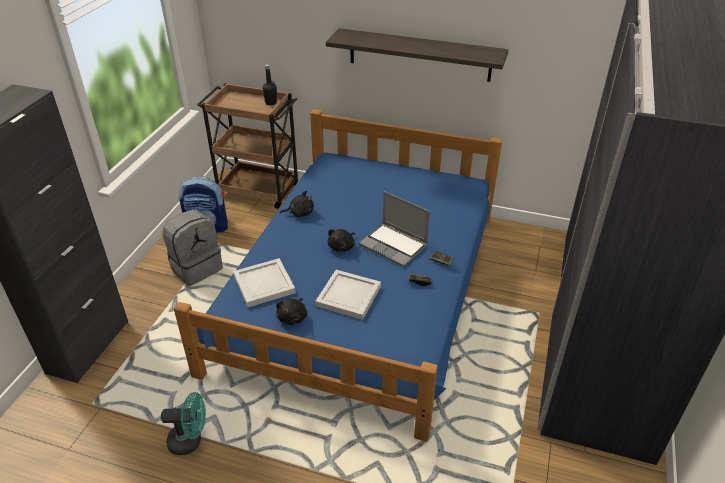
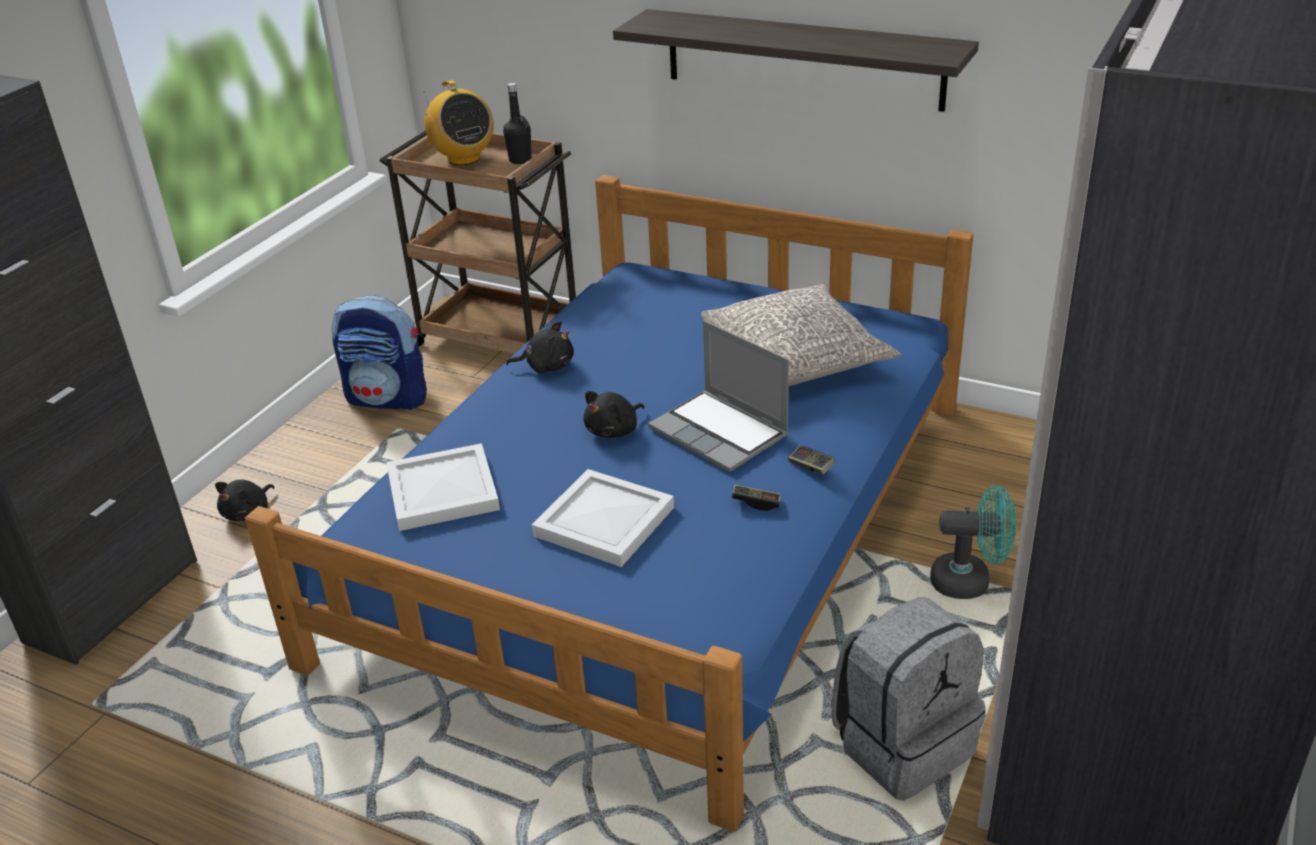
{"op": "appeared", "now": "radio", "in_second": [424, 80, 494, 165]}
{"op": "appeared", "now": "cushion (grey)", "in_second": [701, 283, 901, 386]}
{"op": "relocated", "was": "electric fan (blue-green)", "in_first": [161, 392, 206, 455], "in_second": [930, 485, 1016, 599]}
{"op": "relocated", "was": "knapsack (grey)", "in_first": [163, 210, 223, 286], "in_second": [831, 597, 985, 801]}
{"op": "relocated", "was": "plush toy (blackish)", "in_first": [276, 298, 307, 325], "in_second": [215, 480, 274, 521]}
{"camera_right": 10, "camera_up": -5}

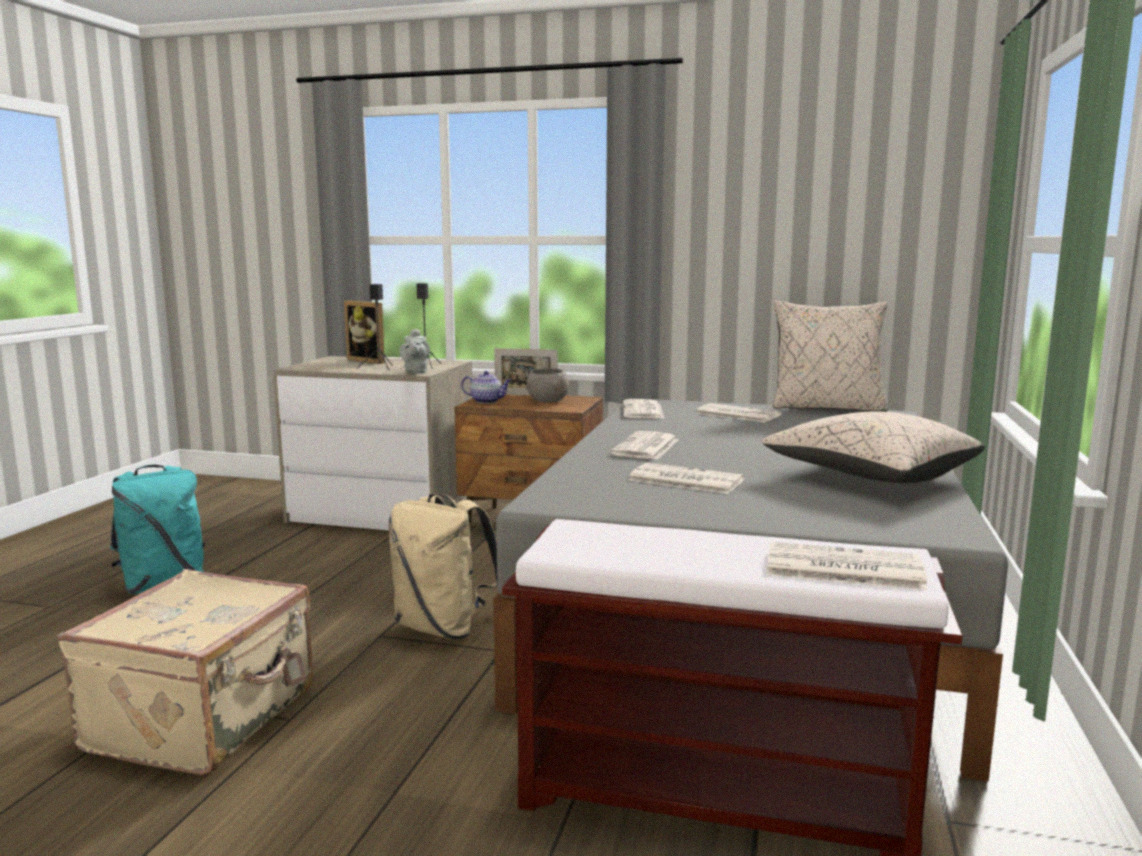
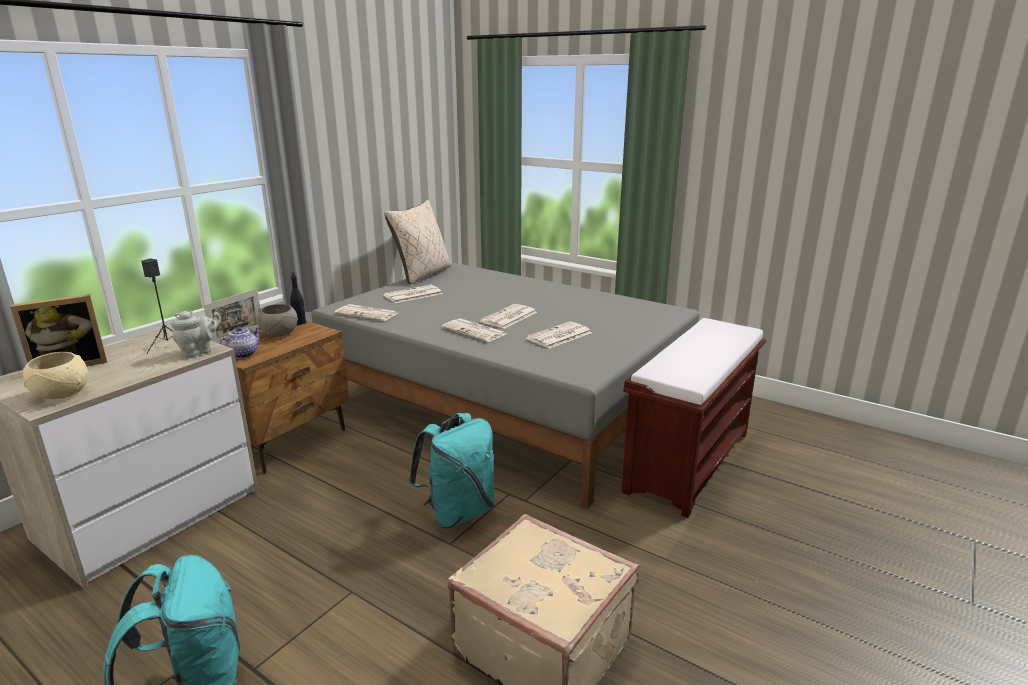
{"op": "missing", "was": "loudspeaker (blackish)", "in_first": [356, 284, 393, 371]}
{"op": "missing", "was": "cushion (sand-coloured)", "in_first": [762, 411, 985, 483]}
{"op": "appeared", "now": "deep dish (sand-coloured)", "in_second": [23, 352, 88, 399]}
{"op": "appeared", "now": "drink bottle (blackish)", "in_second": [290, 271, 306, 325]}
{"op": "relocated", "was": "daily paper", "in_first": [767, 542, 927, 590], "in_second": [480, 304, 537, 329]}
{"op": "colour", "was": "knapsack (sand-coloured)", "now": "knapsack (blue-green)", "in_first": [388, 493, 497, 639], "in_second": [408, 413, 495, 529]}
{"op": "spun", "was": "teapot (grey)", "in_first": [399, 329, 430, 374], "in_second": [171, 311, 221, 358], "clockwise": -60}
{"camera_right": -70, "camera_up": 10}

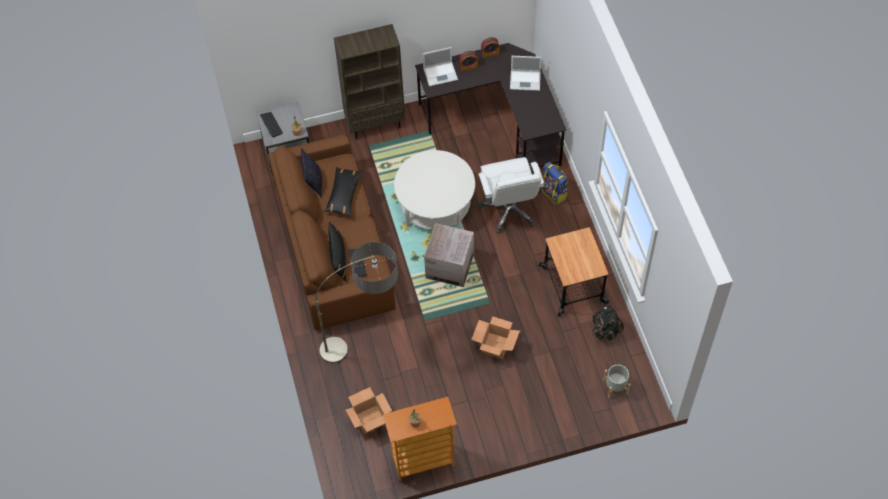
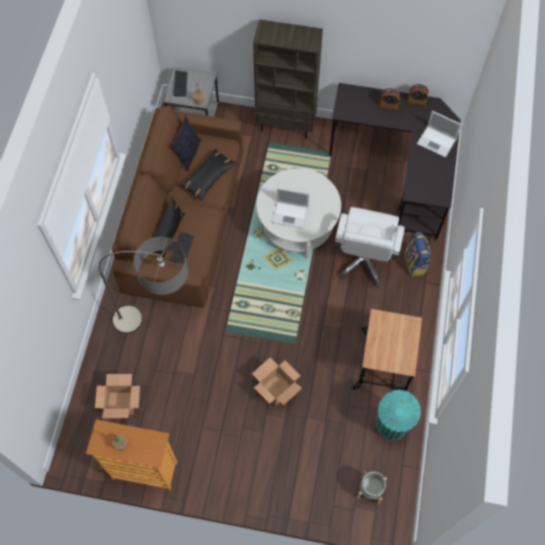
{"op": "missing", "was": "carton", "in_first": [424, 223, 474, 287]}
{"op": "relocated", "was": "laptop", "in_first": [422, 47, 458, 86], "in_second": [272, 188, 309, 229]}
{"op": "exchanged", "was": "knapsack (blackish)", "now": "waste bin (blue-green)", "in_first": [593, 306, 624, 340], "in_second": [376, 390, 421, 440]}
{"camera_right": 25, "camera_up": 5}

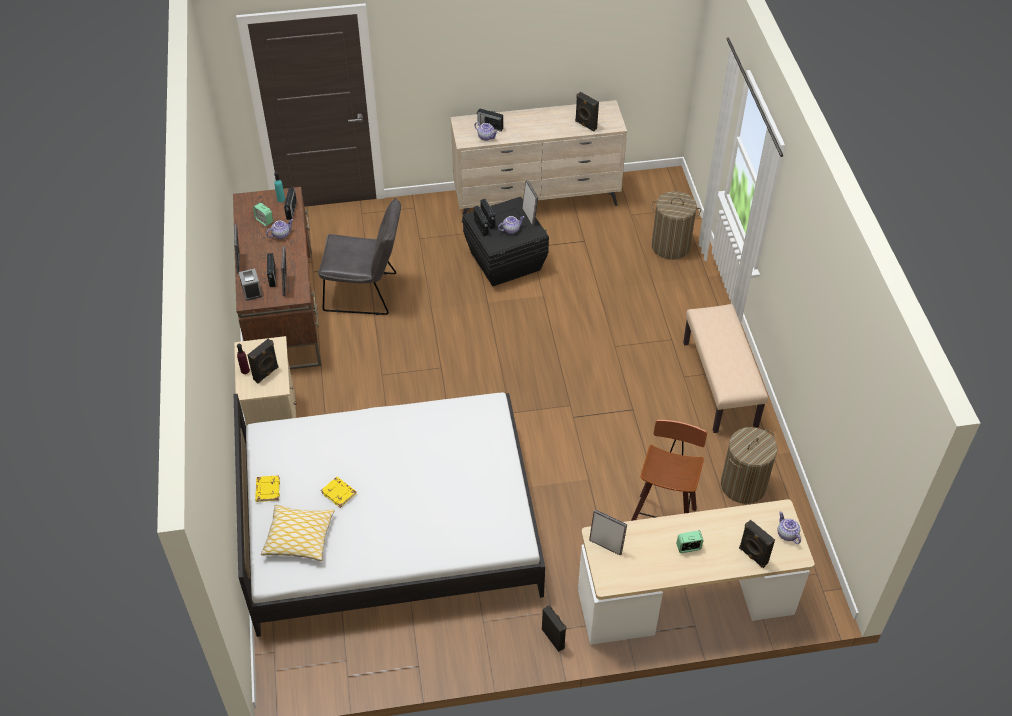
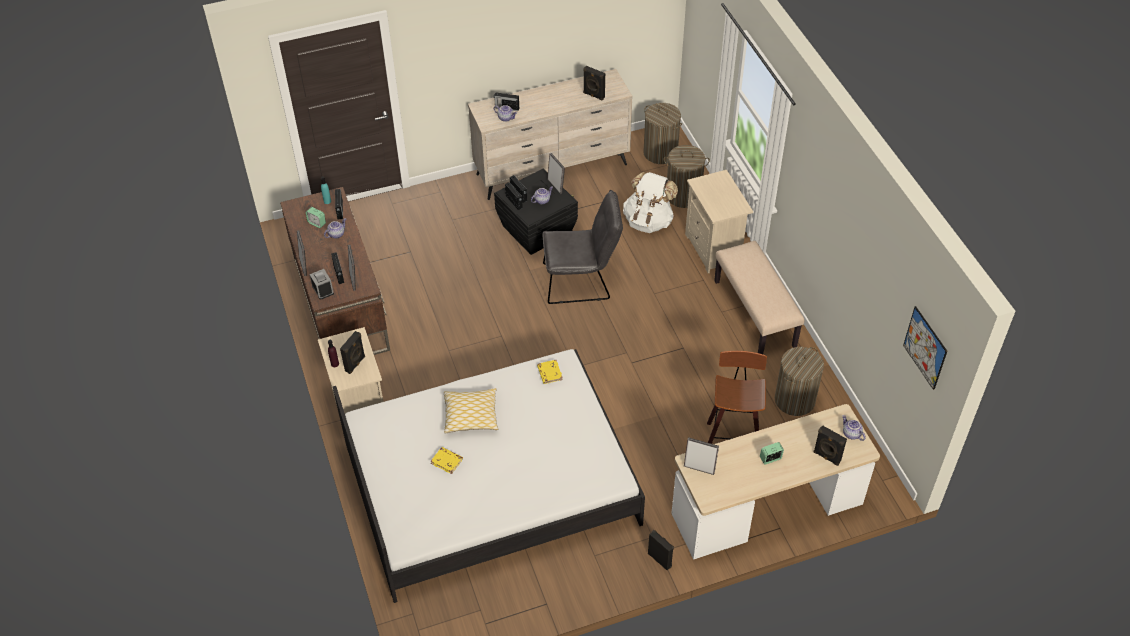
{"op": "appeared", "now": "knapsack (white)", "in_second": [623, 172, 678, 233]}
{"op": "appeared", "now": "hamper", "in_second": [643, 103, 682, 164]}
{"op": "appeared", "now": "bedside table (sand-coloured)", "in_second": [685, 170, 753, 273]}
{"op": "appeared", "now": "wall art", "in_second": [903, 306, 947, 390]}
{"op": "relocated", "was": "volume (yellowish)", "in_first": [255, 475, 280, 502], "in_second": [537, 360, 563, 384]}
{"op": "relocated", "was": "cushion", "in_first": [261, 505, 335, 561], "in_second": [444, 388, 498, 433]}
{"op": "relocated", "was": "upright chair (grey)", "in_first": [318, 198, 401, 315], "in_second": [542, 190, 623, 304]}
{"camera_right": -10, "camera_up": 0}

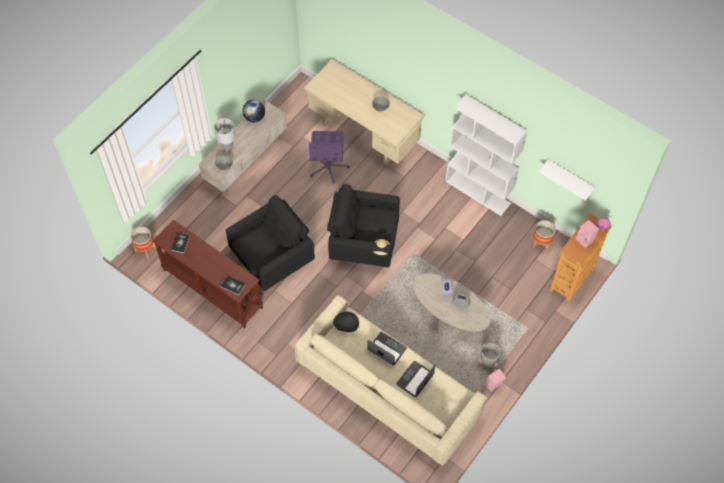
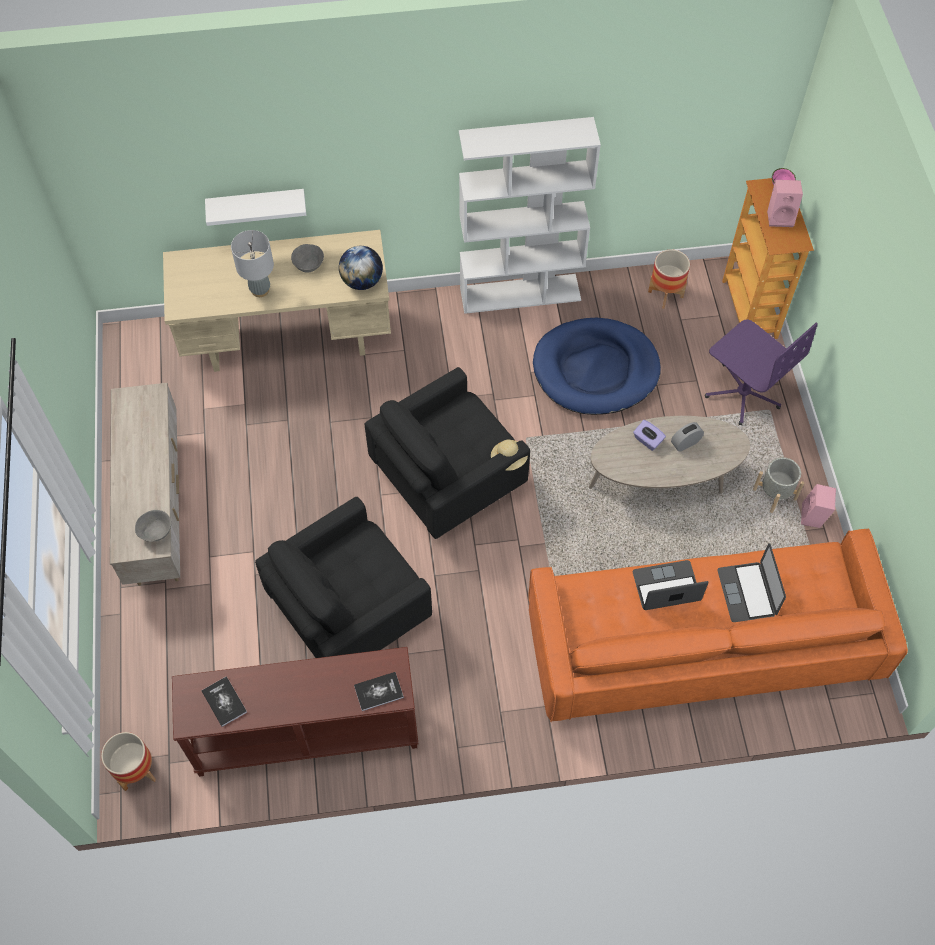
{"op": "missing", "was": "hat (blackish)", "in_first": [333, 312, 359, 332]}
{"op": "appeared", "now": "dog cushion (bluish)", "in_second": [533, 318, 661, 415]}
{"op": "relocated", "was": "table lamp (grey)", "in_first": [214, 118, 236, 152], "in_second": [231, 230, 274, 297]}
{"op": "relocated", "was": "globe", "in_first": [242, 100, 265, 123], "in_second": [339, 246, 383, 290]}
{"op": "relocated", "was": "office chair (purplish)", "in_first": [309, 131, 349, 184], "in_second": [705, 319, 818, 425]}
{"op": "relocated", "was": "bracket shelf (white)", "in_first": [539, 159, 596, 201], "in_second": [205, 189, 306, 226]}
{"op": "colour", "was": "couch (sand-coloured)", "now": "couch (orange)", "in_first": [295, 295, 487, 466], "in_second": [528, 528, 908, 722]}
{"op": "spun", "was": "lounge chair (blackish)", "in_first": [226, 195, 315, 291], "in_second": [255, 497, 432, 658], "clockwise": -135}
{"camera_right": -45, "camera_up": 0}

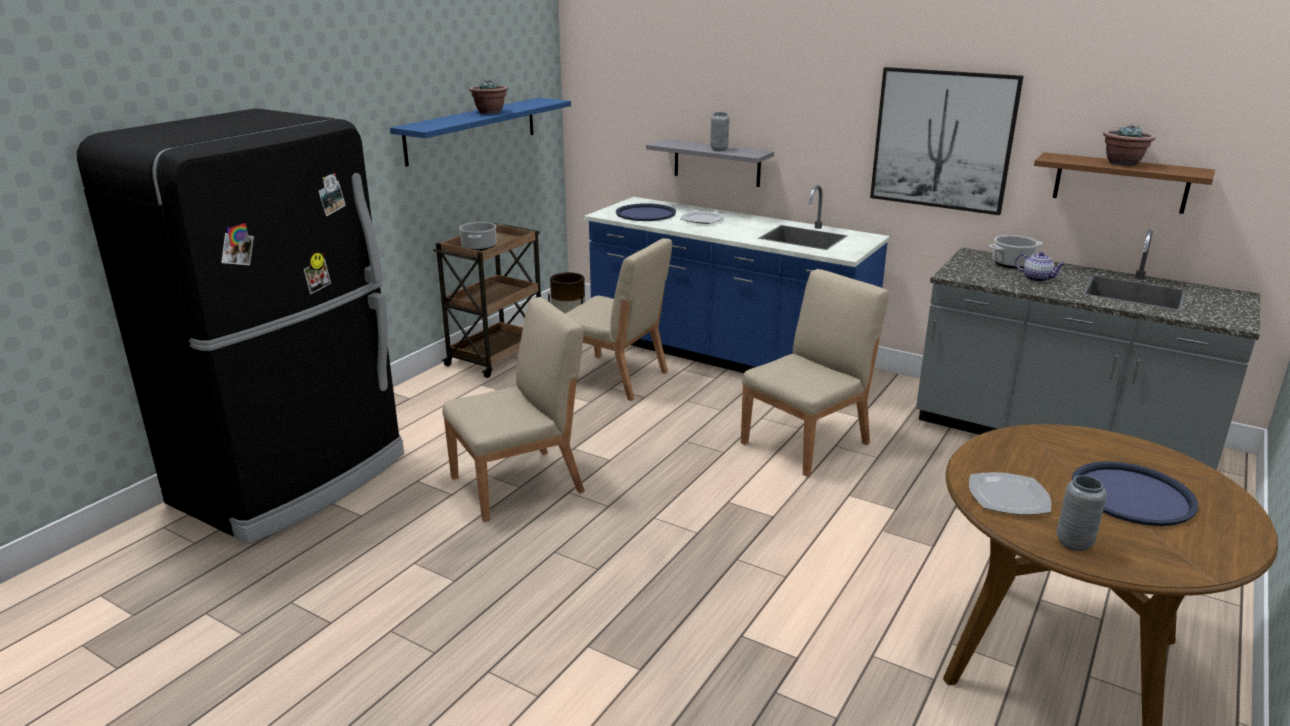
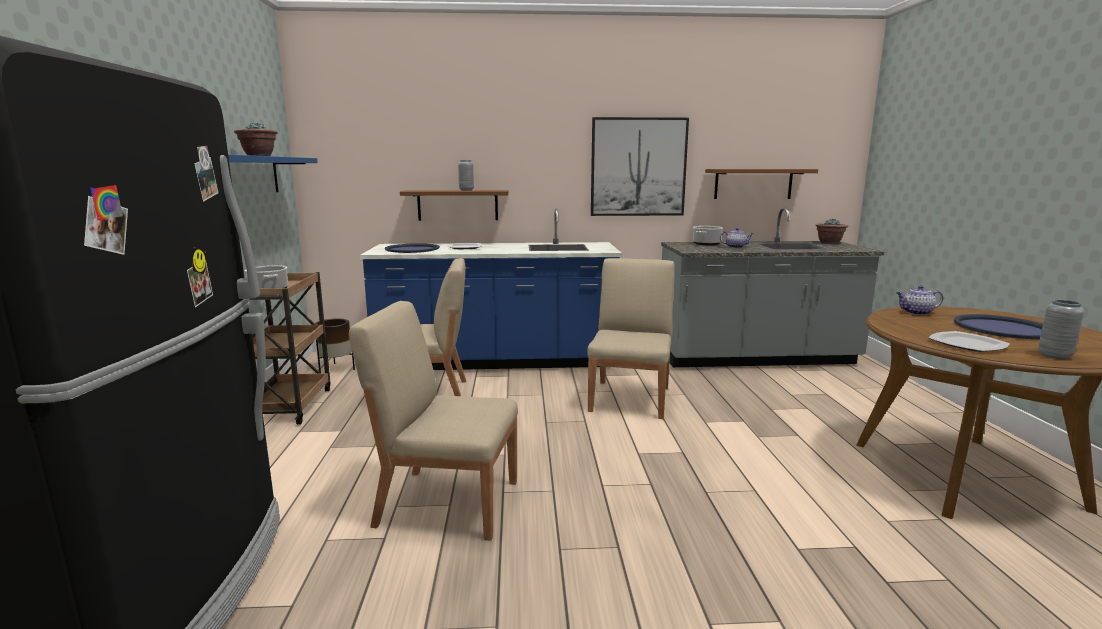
{"op": "appeared", "now": "teapot", "in_second": [896, 285, 943, 315]}
{"op": "relocated", "was": "potted plant", "in_first": [1103, 125, 1156, 166], "in_second": [815, 218, 848, 244]}
{"op": "colour", "was": "bracket shelf (grey)", "now": "bracket shelf (brown)", "in_first": [646, 139, 774, 187], "in_second": [400, 190, 509, 221]}
{"op": "spun", "was": "upright chair (sand-coloured)", "in_first": [442, 297, 585, 522], "in_second": [349, 301, 518, 541], "clockwise": -105}
{"camera_right": -35, "camera_up": -10}

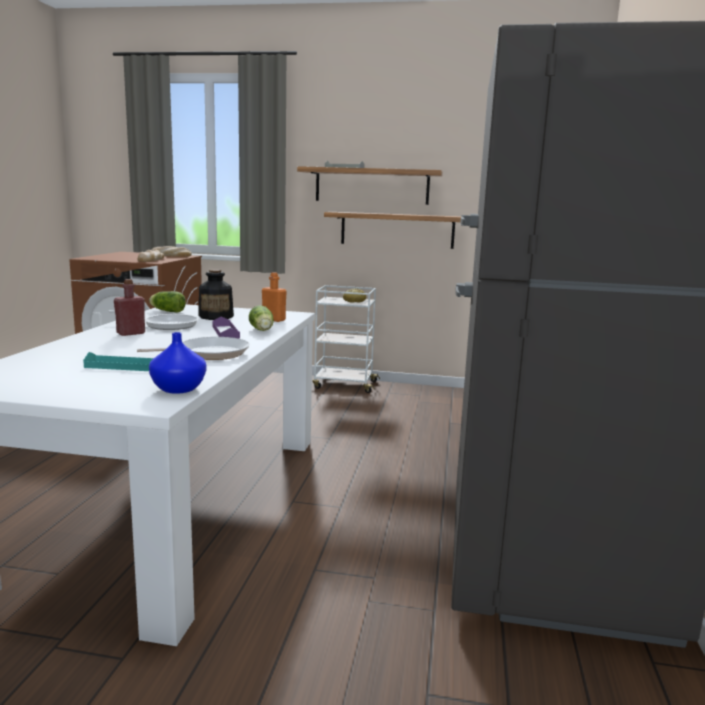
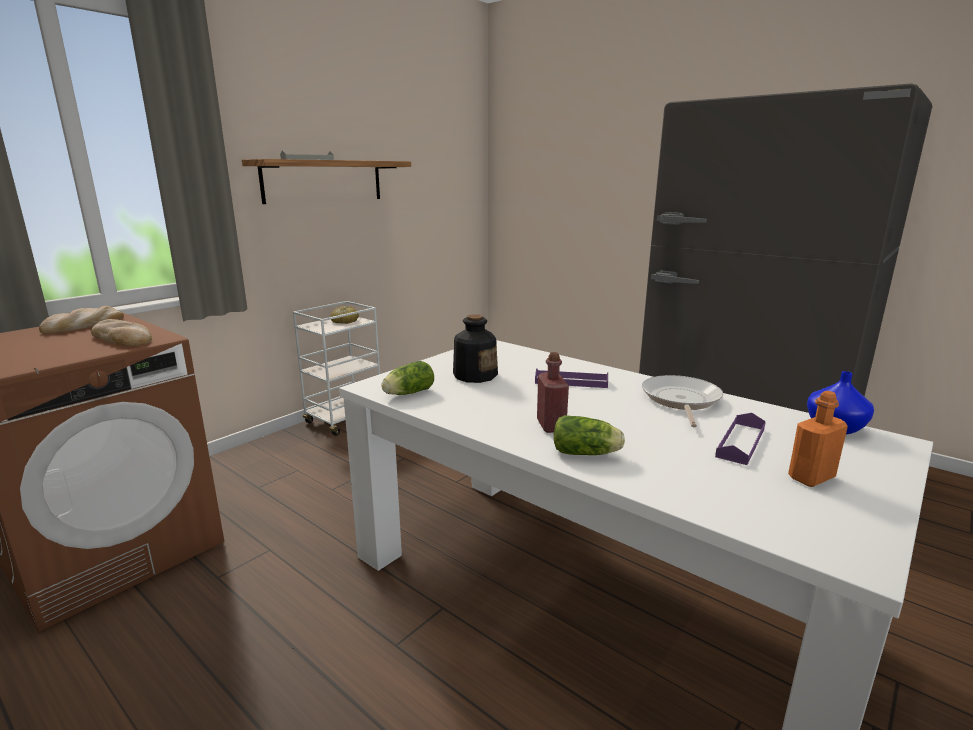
{"op": "missing", "was": "skillet", "in_first": [108, 310, 199, 330]}
{"op": "missing", "was": "bracket shelf", "in_first": [324, 212, 461, 249]}
{"op": "relocated", "was": "lettuce", "in_first": [249, 305, 274, 331], "in_second": [554, 415, 625, 455]}
{"op": "relocated", "was": "drink bottle (orange)", "in_first": [262, 272, 287, 322], "in_second": [788, 391, 848, 487]}
{"op": "colour", "was": "carrying tray (blue-green)", "now": "carrying tray (purplish)", "in_first": [83, 352, 154, 371], "in_second": [715, 413, 766, 465]}
{"camera_right": -60, "camera_up": 5}

